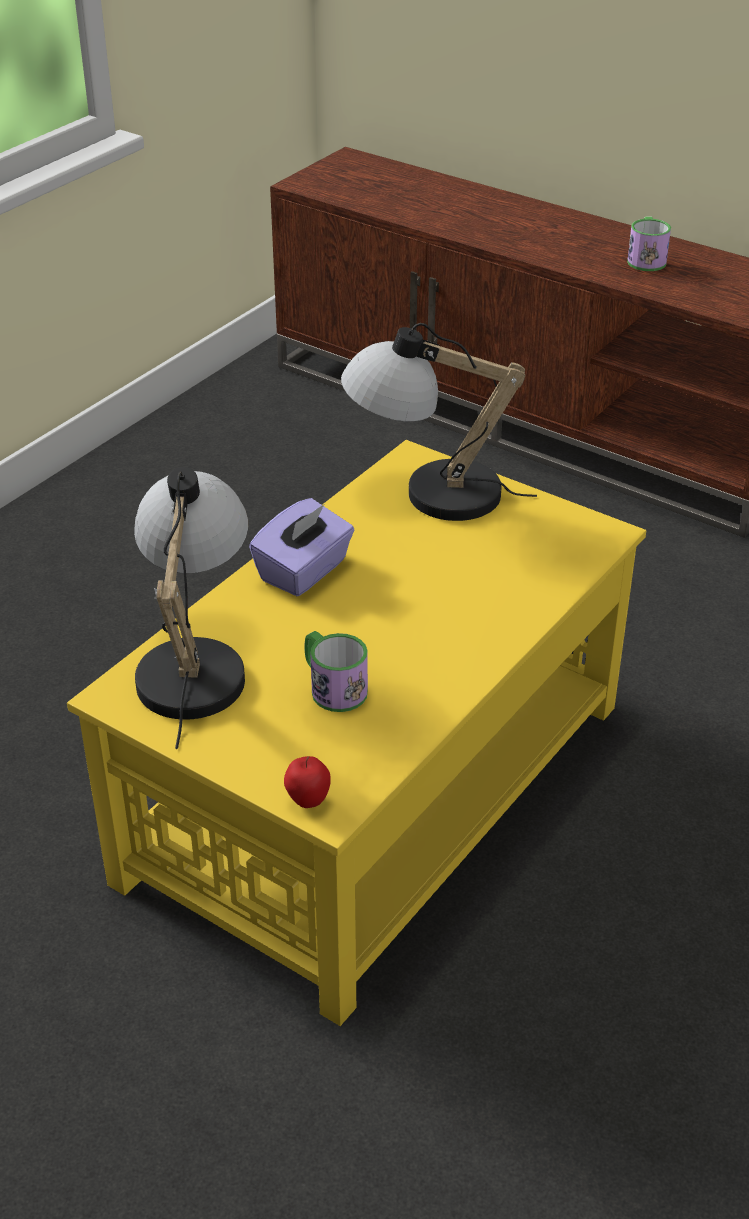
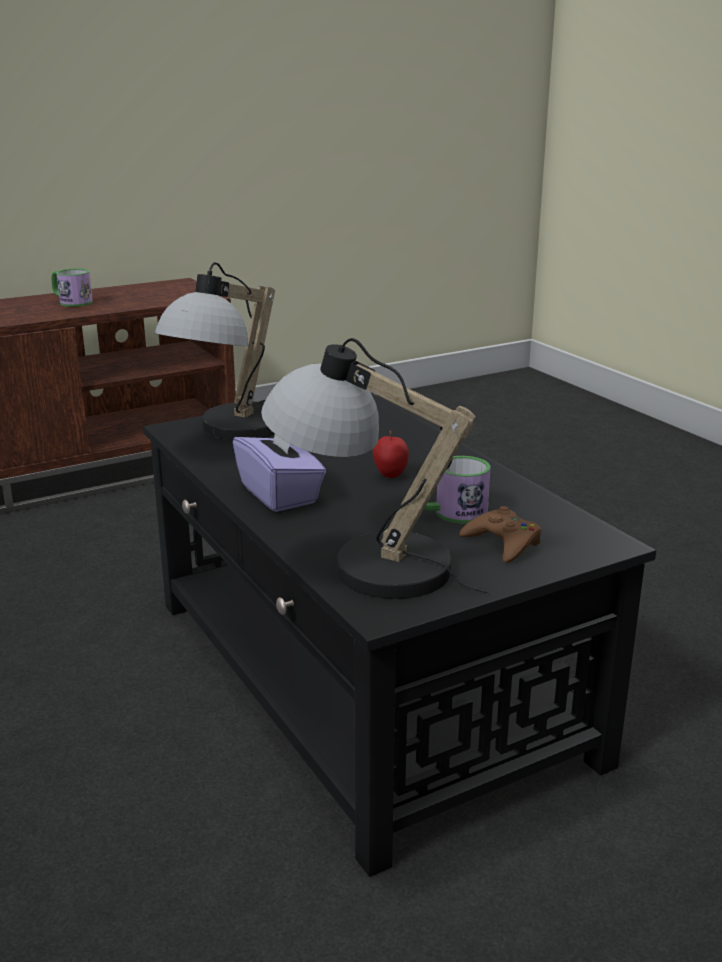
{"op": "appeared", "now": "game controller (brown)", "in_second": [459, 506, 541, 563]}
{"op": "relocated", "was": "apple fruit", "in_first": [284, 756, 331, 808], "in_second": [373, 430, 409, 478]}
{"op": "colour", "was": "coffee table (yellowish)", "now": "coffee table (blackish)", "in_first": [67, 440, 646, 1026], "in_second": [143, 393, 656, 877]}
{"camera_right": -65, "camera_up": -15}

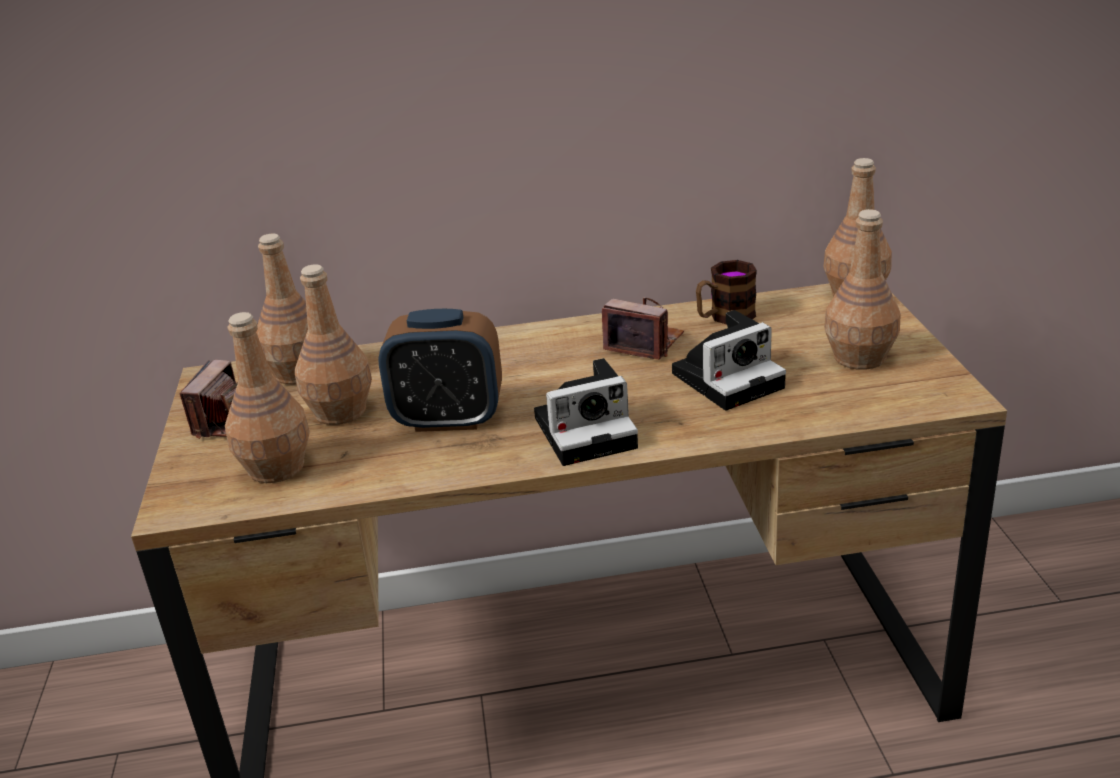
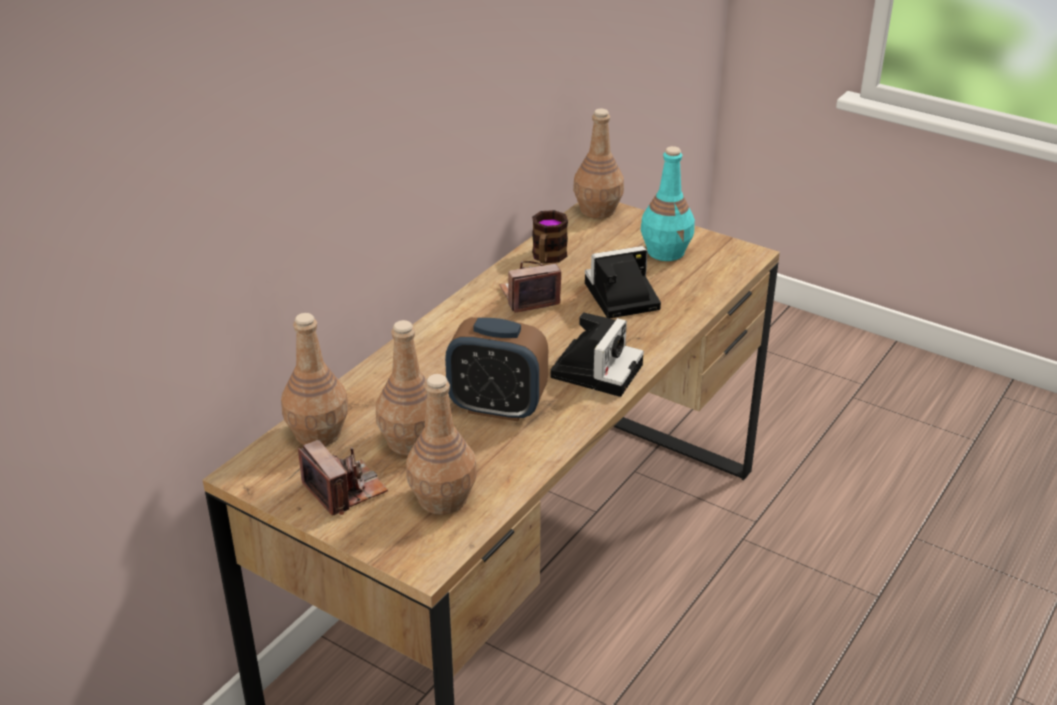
{"op": "colour", "was": "drink bottle (brown)", "now": "drink bottle (blue-green)", "in_first": [824, 209, 901, 370], "in_second": [641, 146, 695, 261]}
{"op": "spun", "was": "alarm clock", "in_first": [378, 309, 502, 432], "in_second": [445, 317, 548, 421], "clockwise": 60}
{"op": "spun", "was": "still camera", "in_first": [672, 310, 786, 411], "in_second": [585, 246, 661, 318], "clockwise": -120}
{"camera_right": -50, "camera_up": 5}

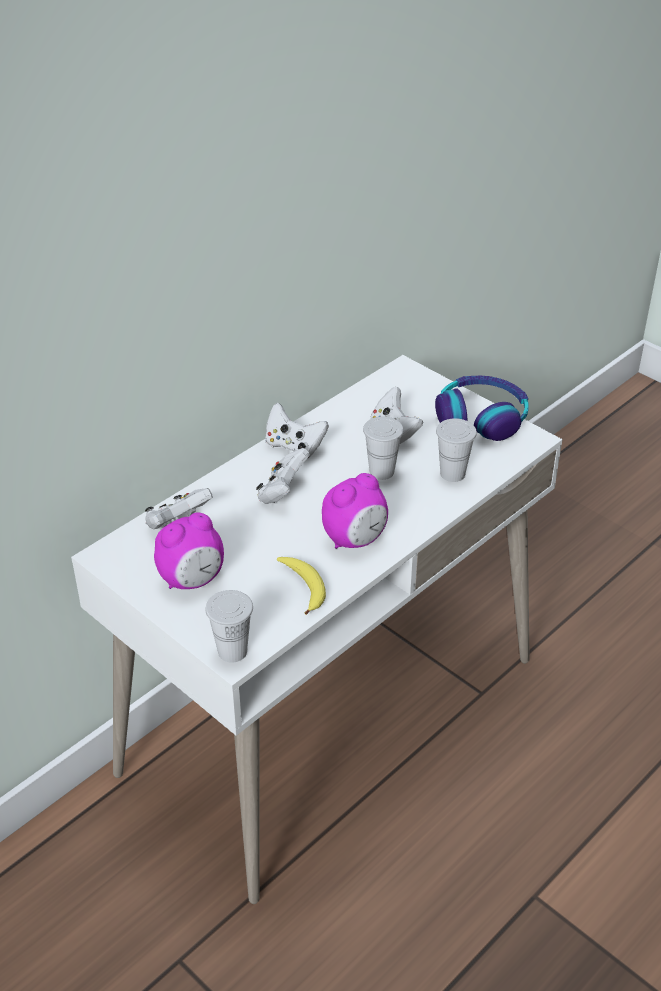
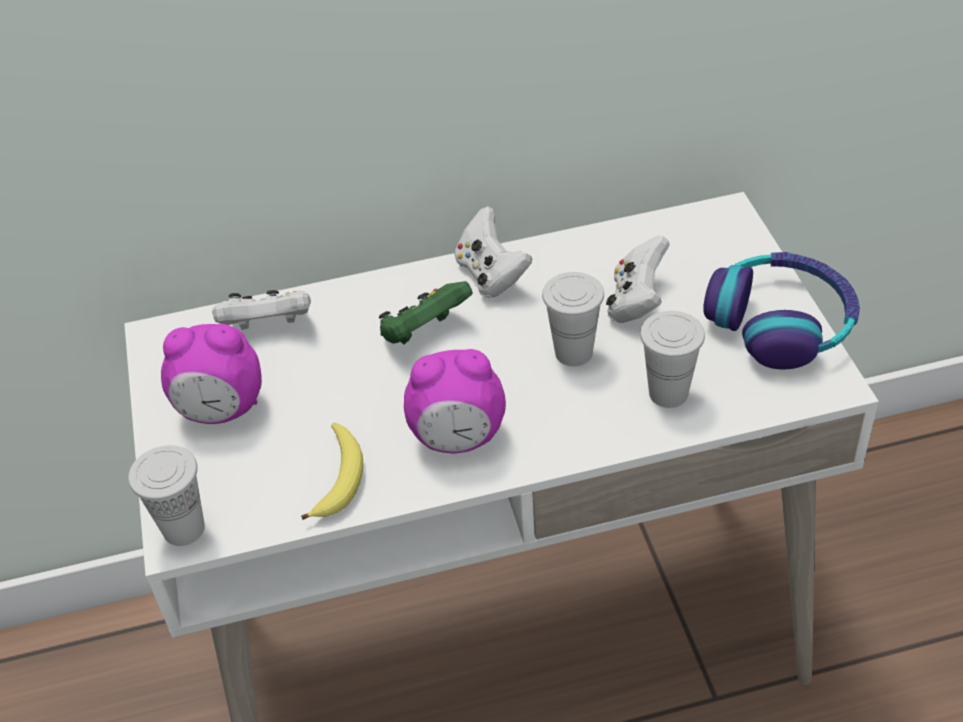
{"op": "colour", "was": "game controller (white)", "now": "game controller (green)", "in_first": [256, 448, 310, 504], "in_second": [379, 281, 473, 344]}
{"camera_right": 35, "camera_up": 5}

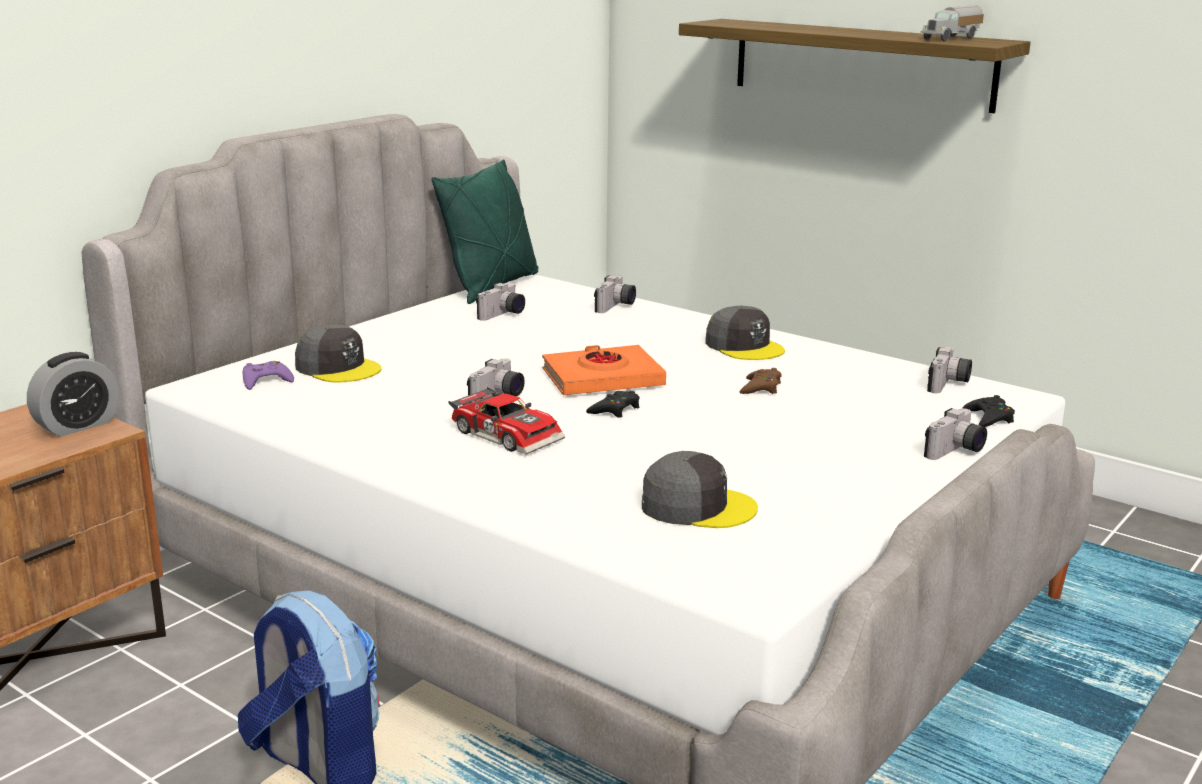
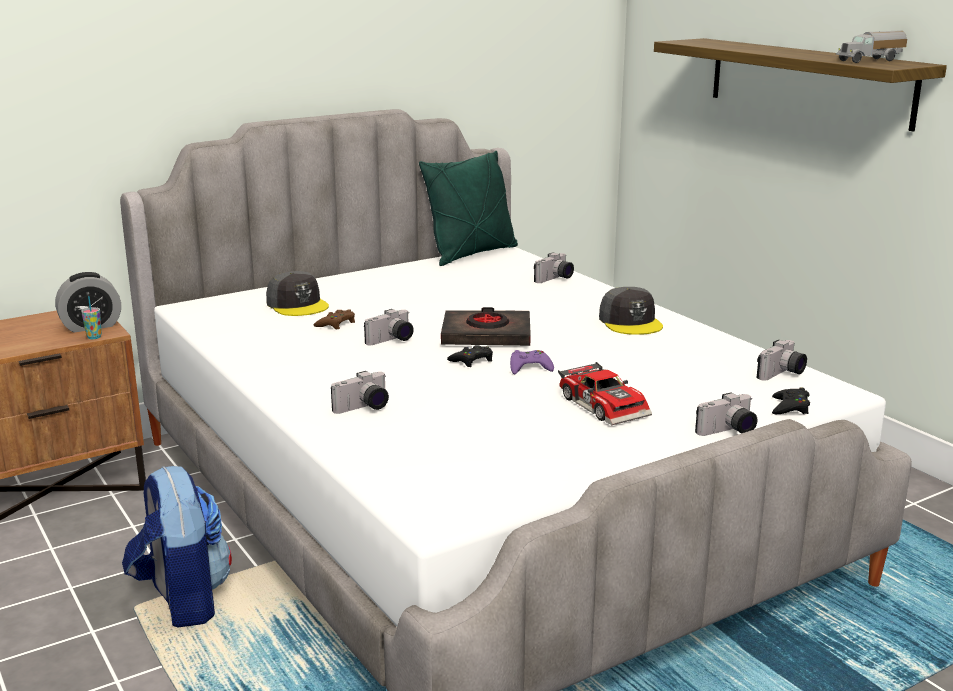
{"op": "missing", "was": "peaked cap (grey)", "in_first": [642, 451, 758, 528]}
{"op": "appeared", "now": "cup", "in_second": [81, 296, 102, 339]}
{"op": "relocated", "was": "game controller (purplish)", "in_first": [243, 361, 294, 390], "in_second": [510, 350, 554, 375]}
{"op": "relocated", "was": "model car", "in_first": [448, 387, 565, 455], "in_second": [558, 362, 652, 425]}
{"op": "relocated", "was": "still camera", "in_first": [476, 283, 525, 321], "in_second": [331, 371, 389, 414]}
{"op": "relocated", "was": "game controller (brown)", "in_first": [740, 368, 782, 394], "in_second": [314, 309, 355, 330]}
{"op": "colour", "was": "volume (orange)", "now": "volume (blackish)", "in_first": [542, 345, 666, 395], "in_second": [441, 307, 531, 346]}
{"camera_right": 20, "camera_up": 0}

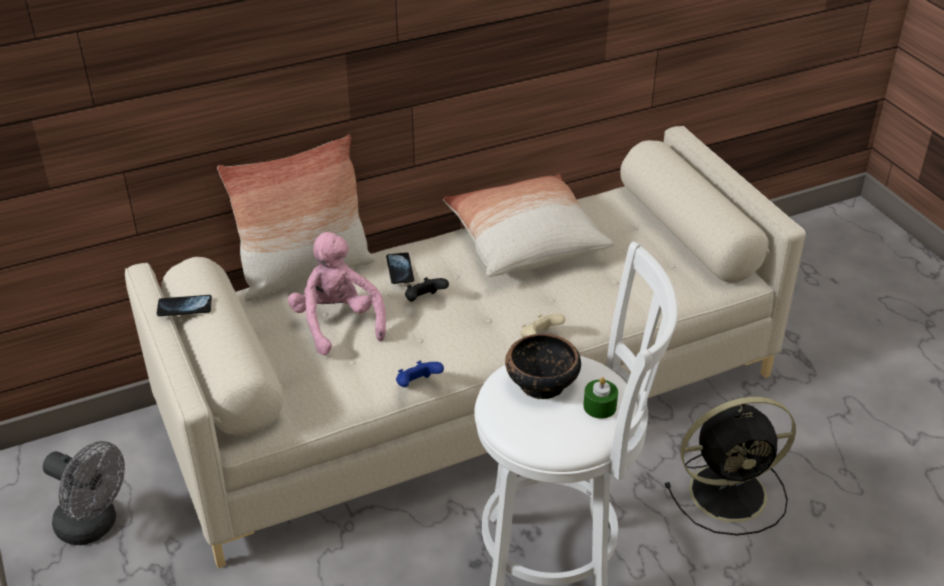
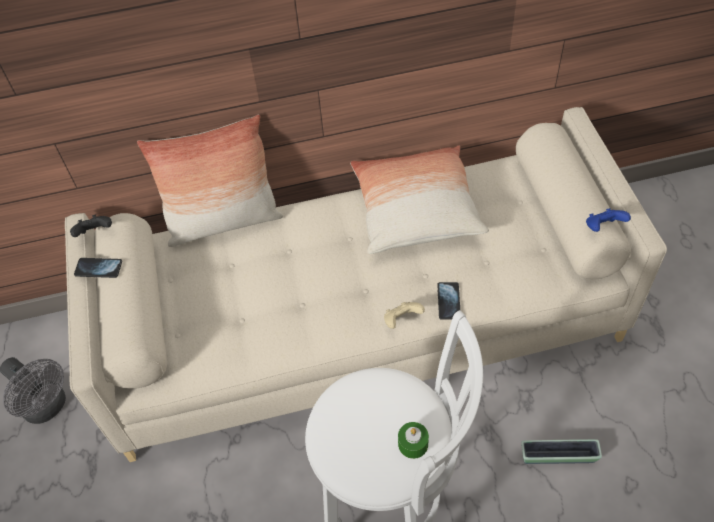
{"op": "missing", "was": "plush toy (pinkish)", "in_first": [288, 232, 386, 355]}
{"op": "missing", "was": "deep dish", "in_first": [505, 333, 581, 399]}
{"op": "relocated", "was": "handset", "in_first": [386, 252, 414, 284], "in_second": [437, 282, 460, 320]}
{"op": "relocated", "was": "game controller (bluish)", "in_first": [396, 361, 444, 387], "in_second": [586, 208, 631, 232]}
{"op": "relocated", "was": "game controller (blackish)", "in_first": [405, 277, 449, 302], "in_second": [70, 214, 112, 237]}
{"op": "exchanged", "was": "electric fan (blackish)", "now": "planter", "in_first": [664, 397, 796, 535], "in_second": [521, 439, 602, 464]}
{"camera_right": 15, "camera_up": 15}

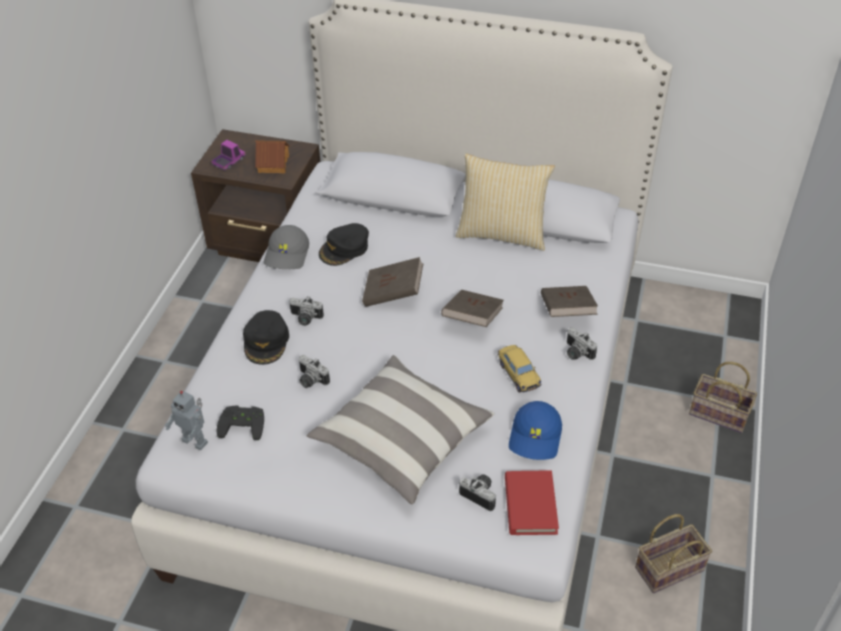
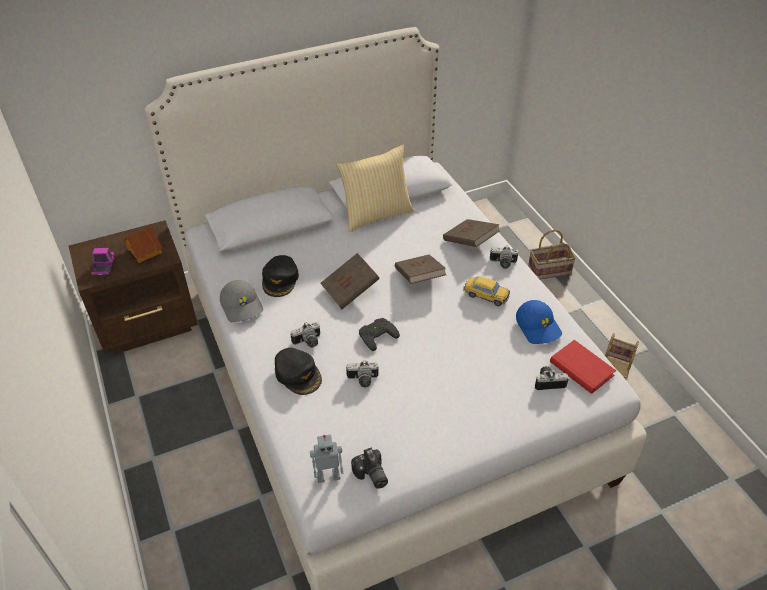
{"op": "missing", "was": "cushion", "in_first": [307, 355, 495, 504]}
{"op": "appeared", "now": "still camera", "in_second": [351, 447, 388, 489]}
{"op": "relocated", "was": "game controller (blackish)", "in_first": [216, 406, 264, 440], "in_second": [359, 318, 400, 351]}
{"camera_right": -40, "camera_up": 0}

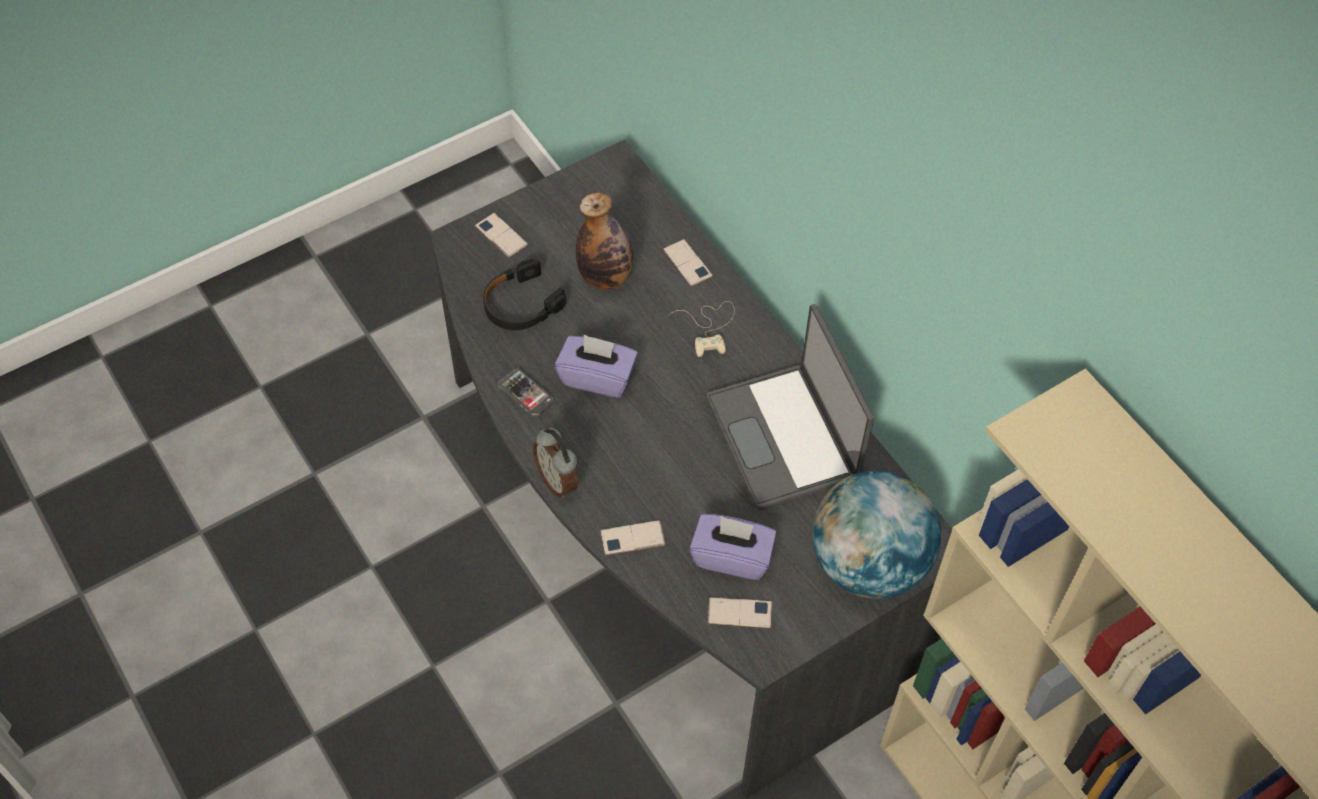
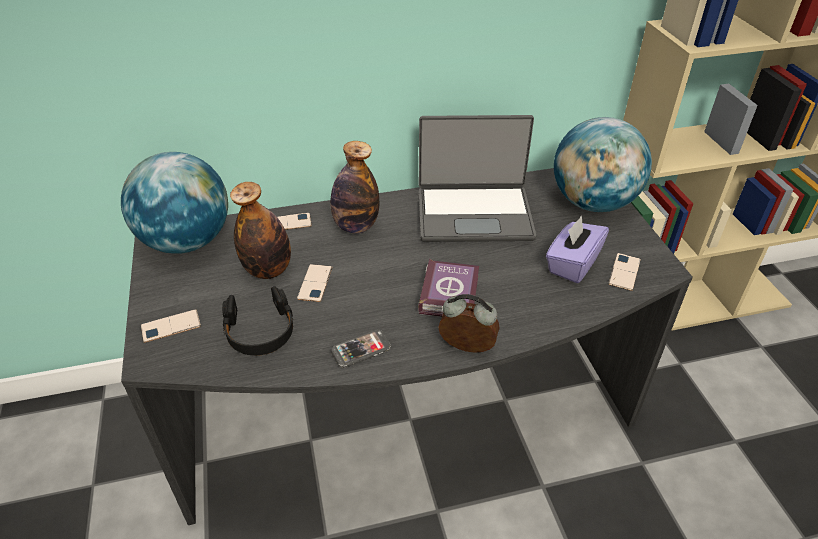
{"op": "missing", "was": "tissue holder (purplish)", "in_first": [555, 334, 638, 398]}
{"op": "appeared", "now": "globe", "in_second": [121, 152, 228, 254]}
{"op": "appeared", "now": "volume", "in_second": [418, 259, 479, 317]}
{"op": "relocated", "was": "handset", "in_first": [600, 520, 665, 555], "in_second": [297, 264, 332, 302]}
{"op": "exchanged", "was": "game controller (sand-coloured)", "now": "drink bottle", "in_first": [668, 301, 735, 357], "in_second": [330, 141, 379, 234]}
{"op": "spun", "was": "alarm clock", "in_first": [533, 427, 578, 498], "in_second": [438, 294, 499, 353], "clockwise": -150}
{"camera_right": -70, "camera_up": -15}

